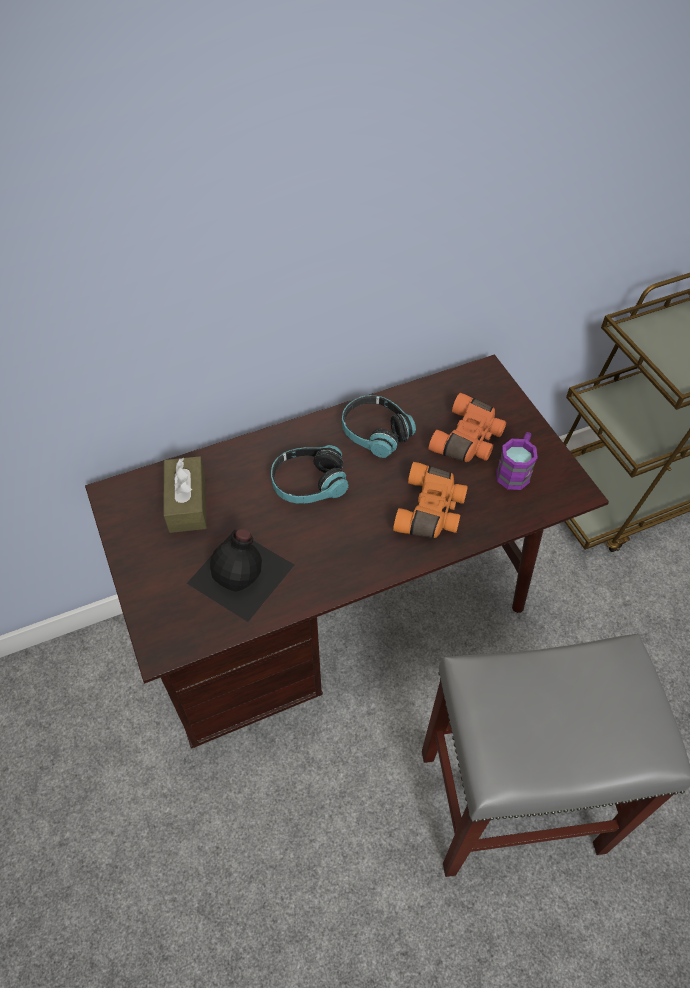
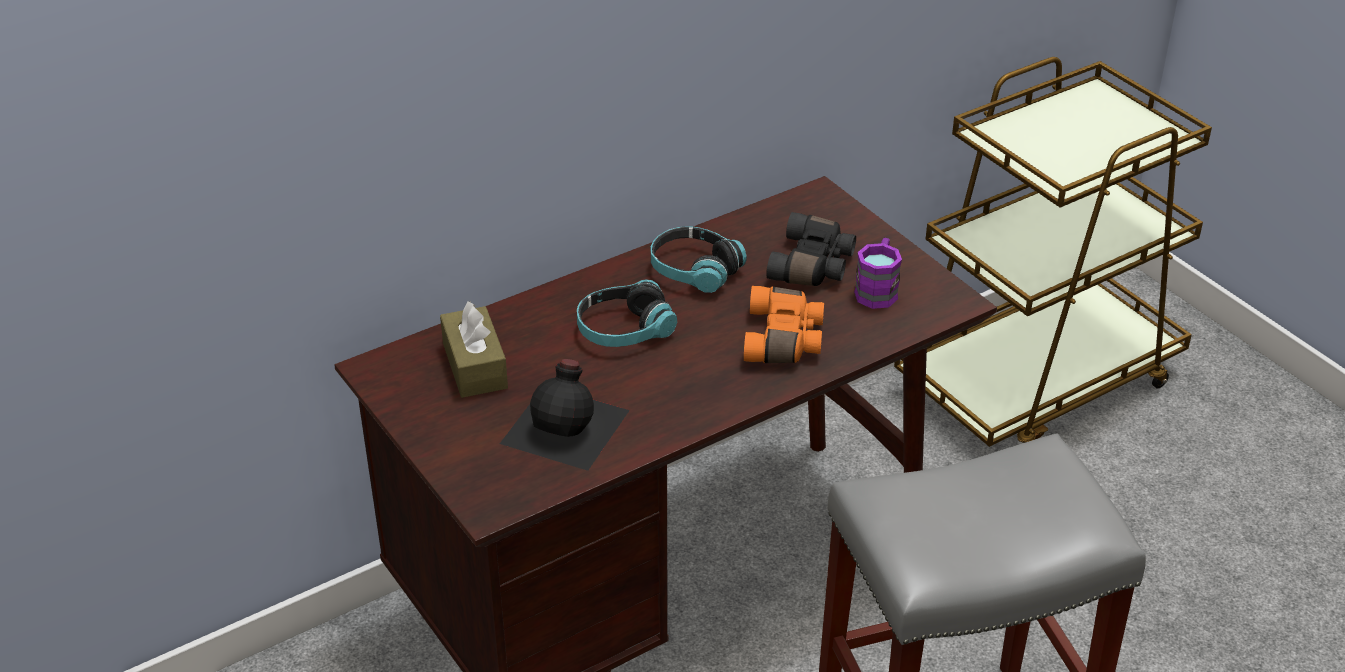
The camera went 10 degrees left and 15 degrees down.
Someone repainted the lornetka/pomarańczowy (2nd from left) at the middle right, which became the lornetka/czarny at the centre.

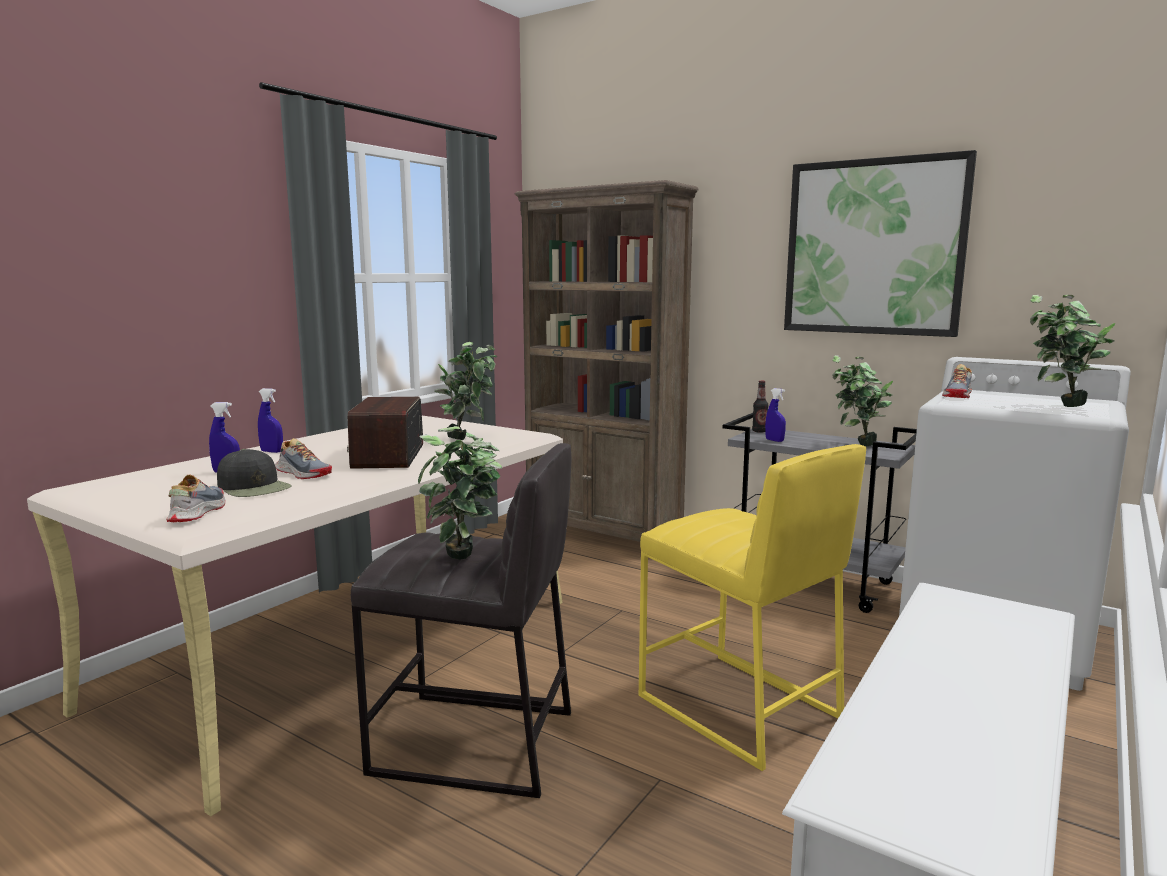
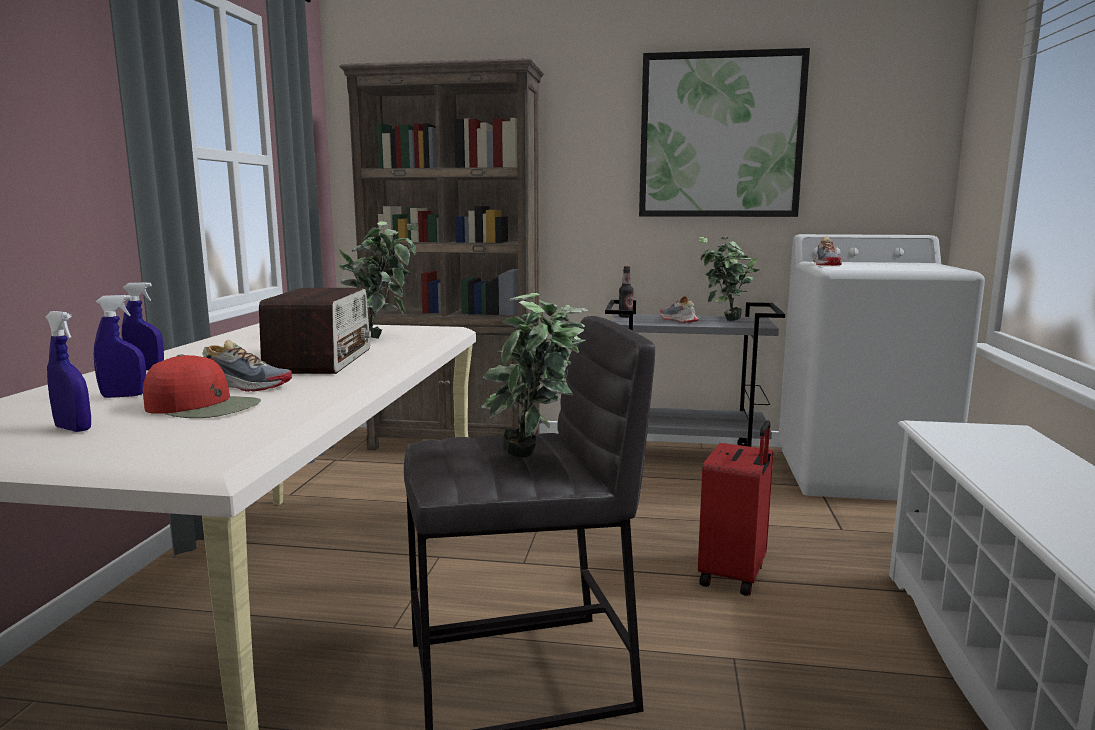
The camera went 25 degrees left and 0 degrees up.
Someone took away the roślina doniczkowa (4th from left) at the middle right.
Someone carried the but (1st from left in the first image) from the middle left to the centre.
Someone carried the spryskiwacz/niebieski (3rd from left in the first image) from the centre to the middle left.
Someone swapped the stołek/żółty at the bottom centre for the walizka/czerwony at the bottom right.
Someone repainted the czapka z daszkiem/czarny at the middle left, which became the czapka z daszkiem/czerwony at the middle left.
Someone rotated the radio at the middle left by 150 degrees counterclockwise.

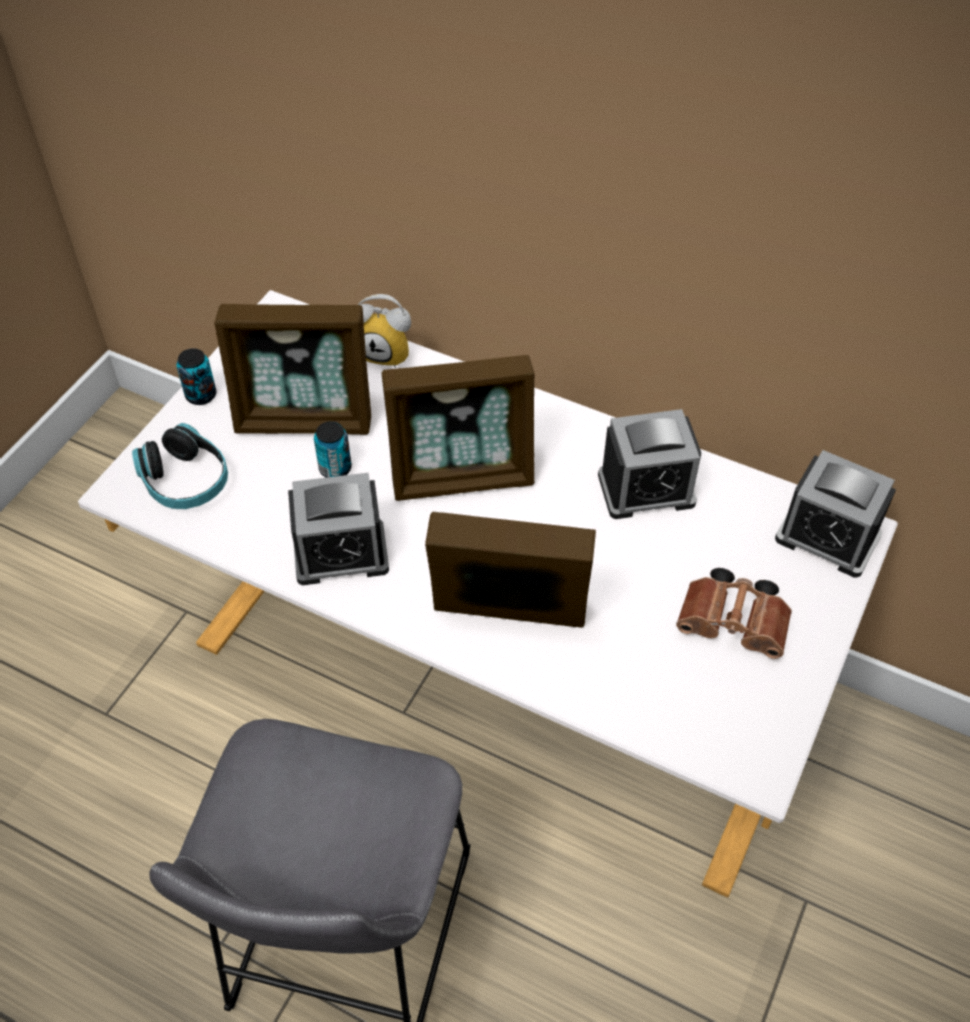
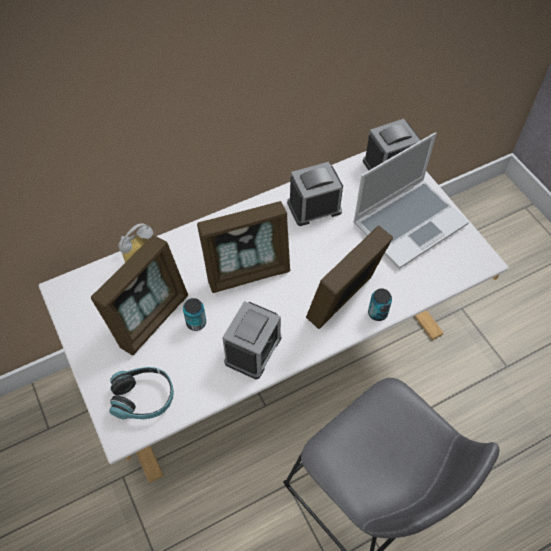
The camera went 55 degrees left and 5 degrees up.
Someone carried the puszka (1st from left in the first image) from the middle left to the middle right.
Someone swapped the lornetka/brązowy at the middle right for the laptop at the middle right.
Someone rotated the ramka na zdjęcie (2nd from left) at the centre by 45 degrees clockwise.
Someone rotated the budzik (3rd from left) at the middle right by 135 degrees counterclockwise.

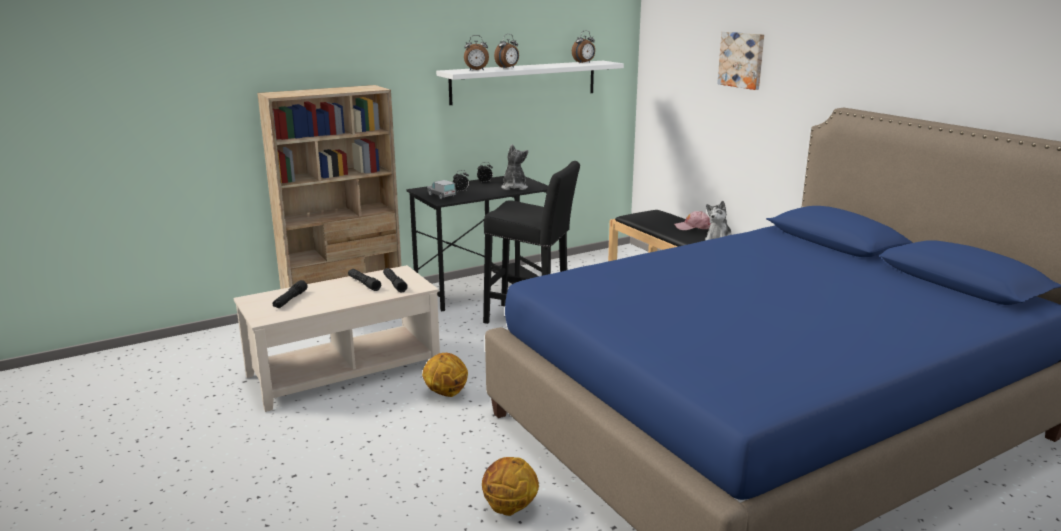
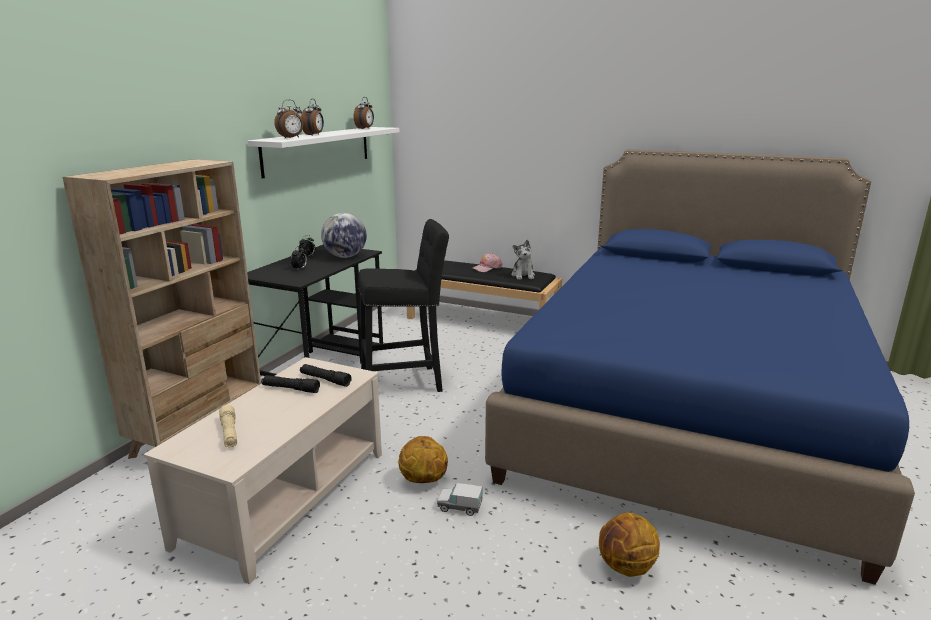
The camera went 35 degrees left and 0 degrees up.
Someone took away the obraz at the top right.
Someone carried the ciężarówka zabawkowa from the centre to the bottom centre.
Someone swapped the pluszak (1st from left) at the top centre for the globus at the centre.
Someone repainted the latarka/czarny (1st from left) at the middle left, which became the latarka/beżowy at the bottom left.

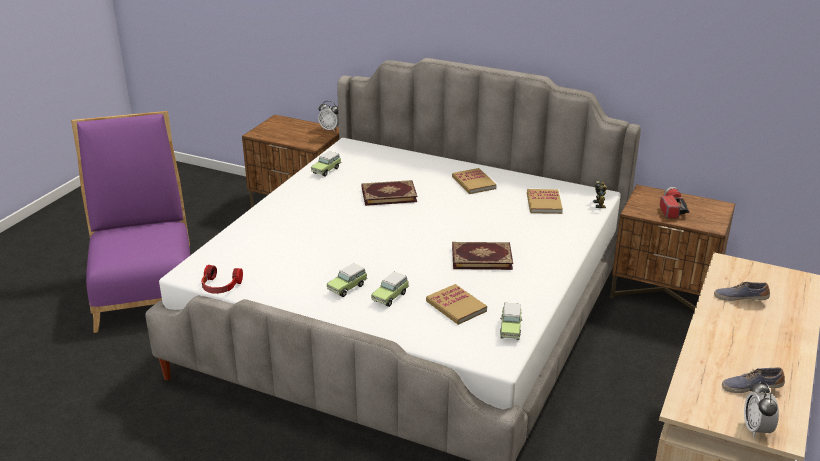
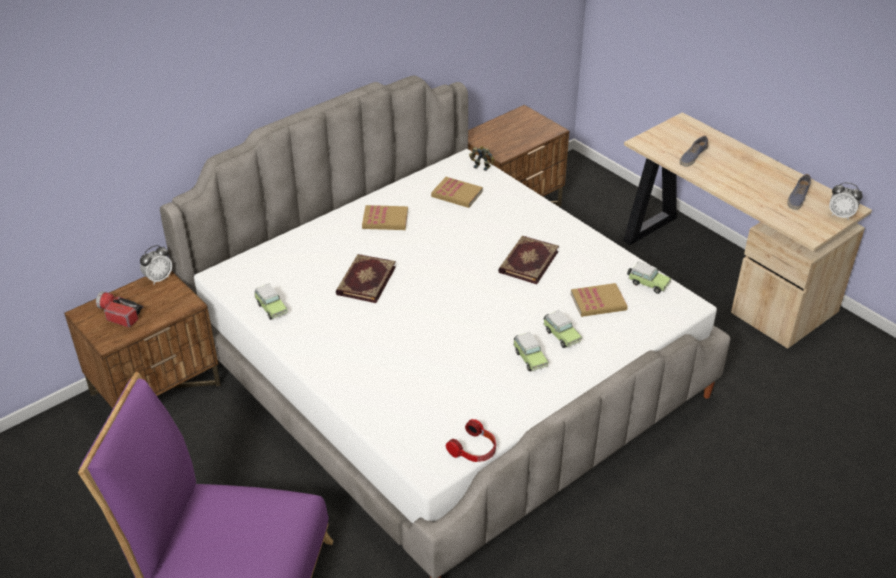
The camera went 65 degrees left and 10 degrees up.
Someone carried the latarka from the middle right to the middle left.

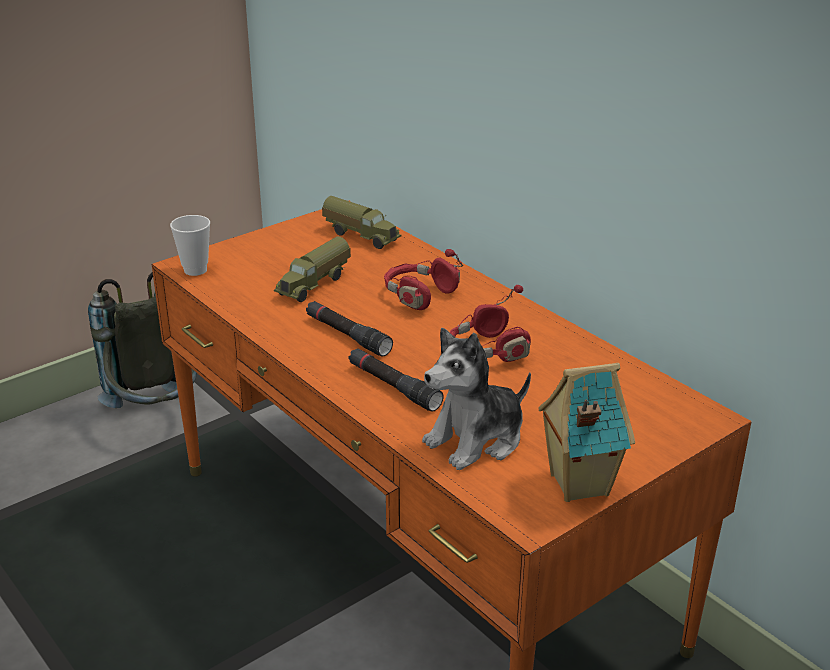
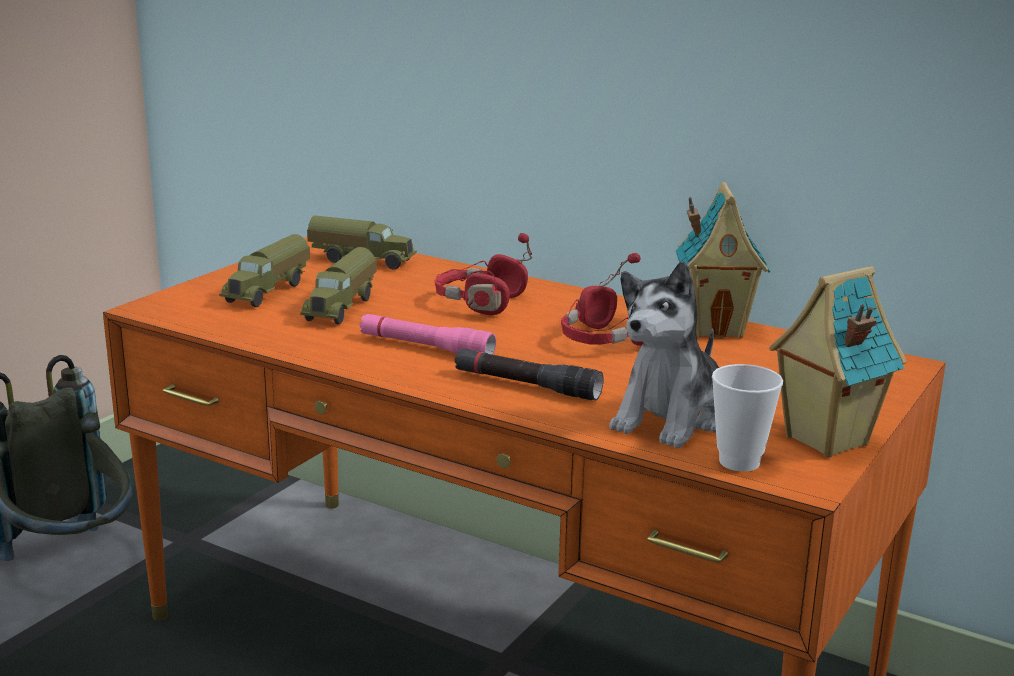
The camera went 20 degrees left and 10 degrees down.
Someone put down the ciężarówka zabawkowa (1st from left) at the middle left.
Someone put down the domek (1st from left) at the middle right.
Someone carried the filiżanka from the middle left to the middle right.
Someone repainted the latarka/czarny (1st from left) at the centre, which became the latarka/różowy at the centre.

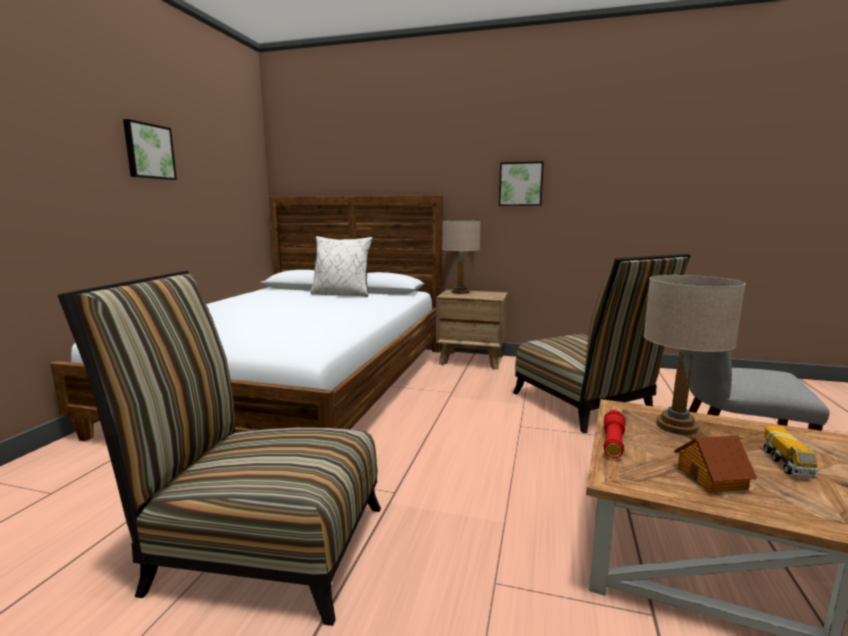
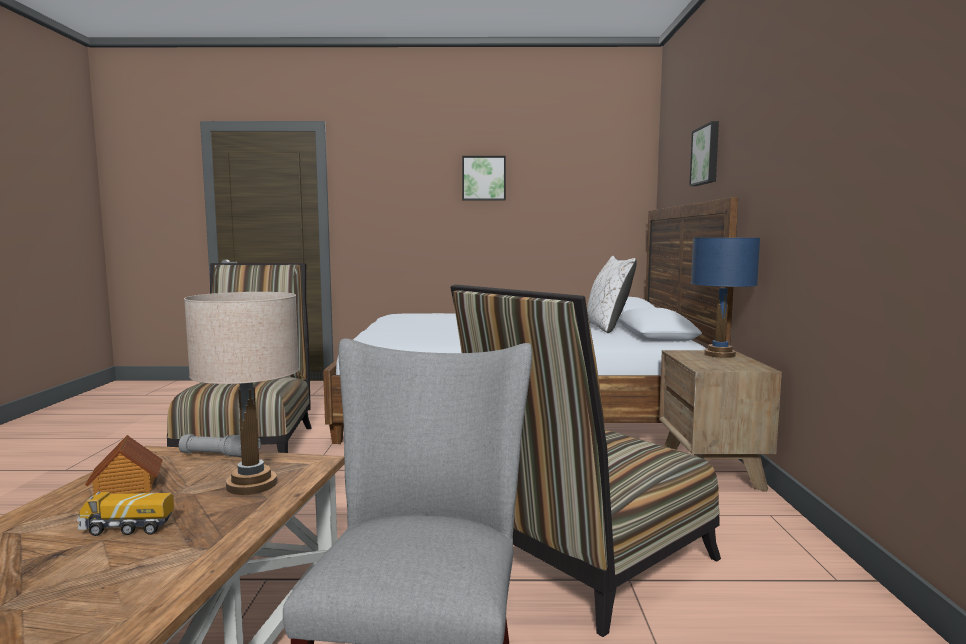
The camera went 75 degrees right and 5 degrees down.
Someone carried the obraz (2nd from left) from the top centre to the top right.
Someone repainted the lampa stołowa/beżowy (1st from left) at the centre, which became the lampa stołowa/niebieski at the middle right.
Someone repainted the latarka/czerwony at the bottom right, which became the latarka/szary at the bottom left.

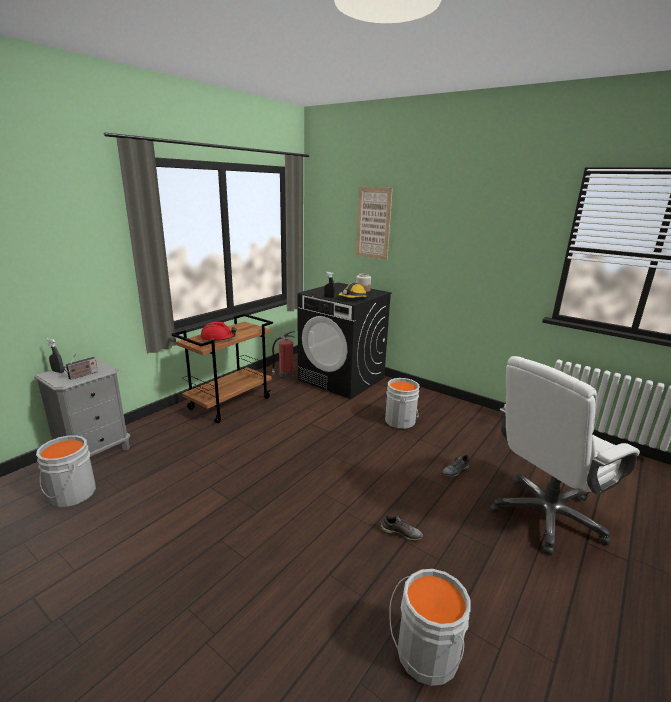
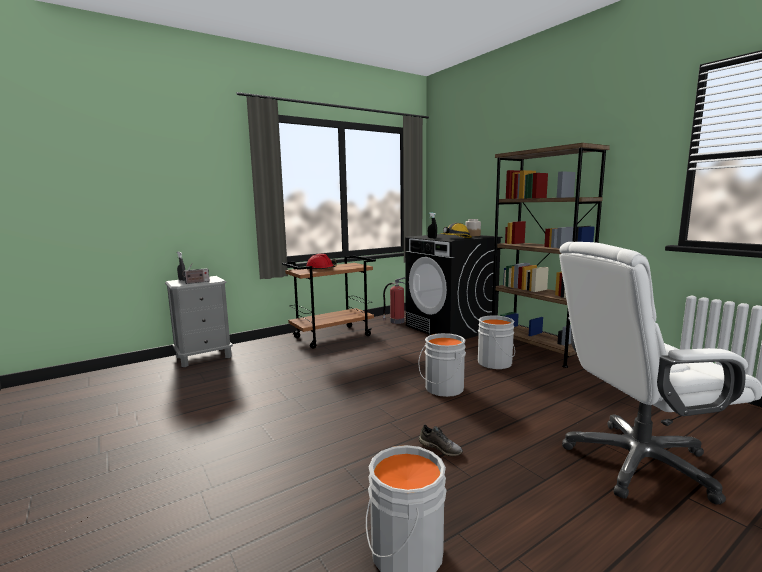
The camera went 20 degrees right and 10 degrees down.
Someone took away the obraz at the top centre.
Someone took away the but/szary (2nd from left) at the middle right.
Someone put down the regał/brązowy at the middle right.
Someone carried the wiadro/szary (1st from left in the first image) from the bottom left to the centre.

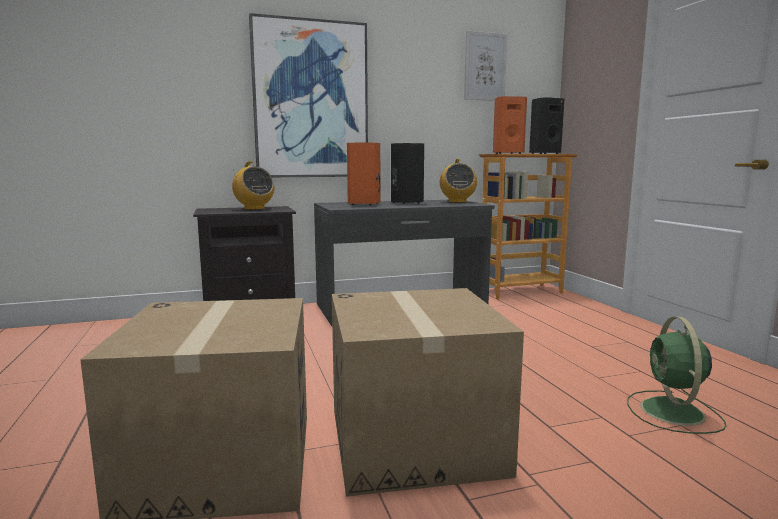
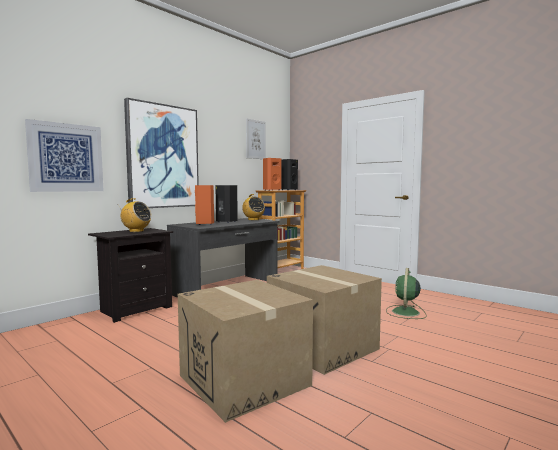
The camera went 30 degrees left and 5 degrees down.
Someone put up the obraz (1st from left) at the middle left.
Someone rotated the wentylator/zielony at the bottom right by 45 degrees clockwise.

